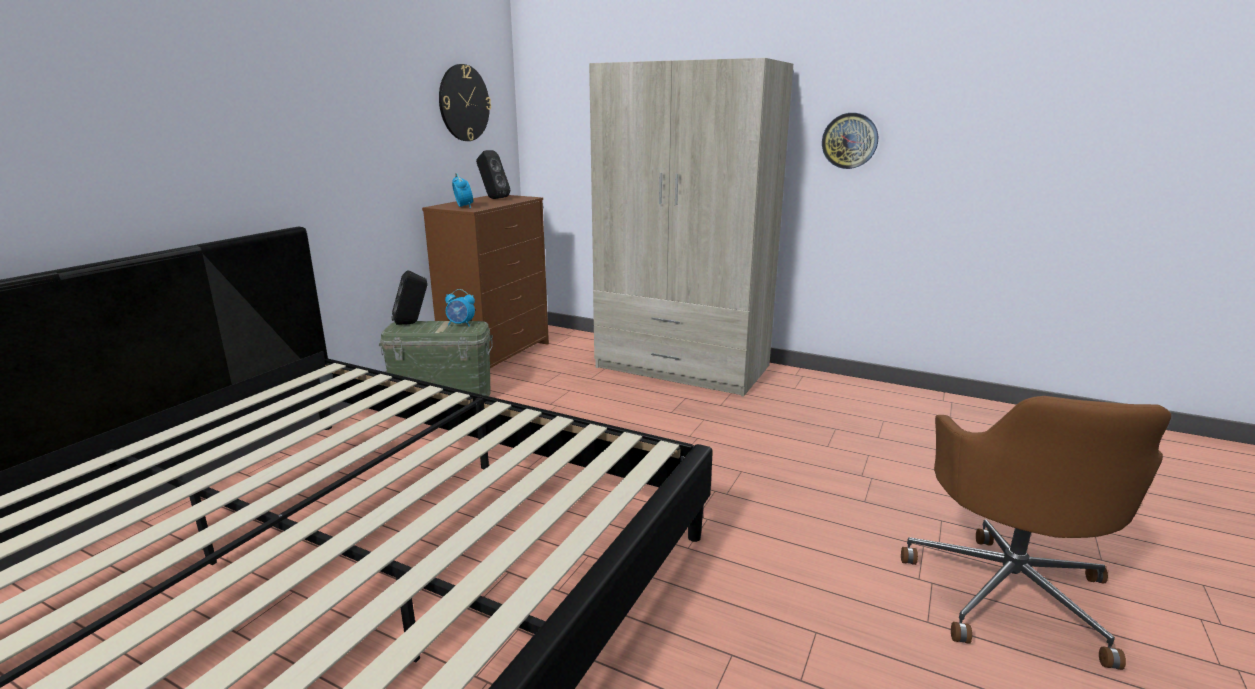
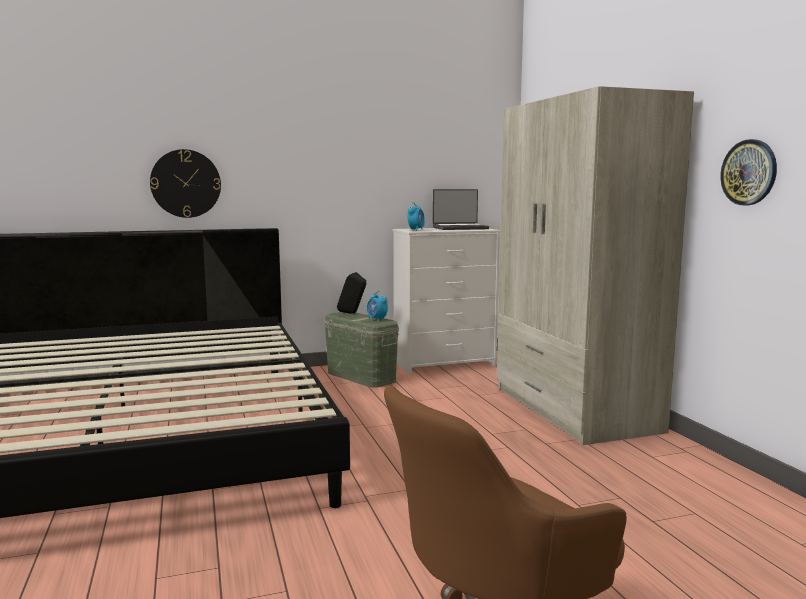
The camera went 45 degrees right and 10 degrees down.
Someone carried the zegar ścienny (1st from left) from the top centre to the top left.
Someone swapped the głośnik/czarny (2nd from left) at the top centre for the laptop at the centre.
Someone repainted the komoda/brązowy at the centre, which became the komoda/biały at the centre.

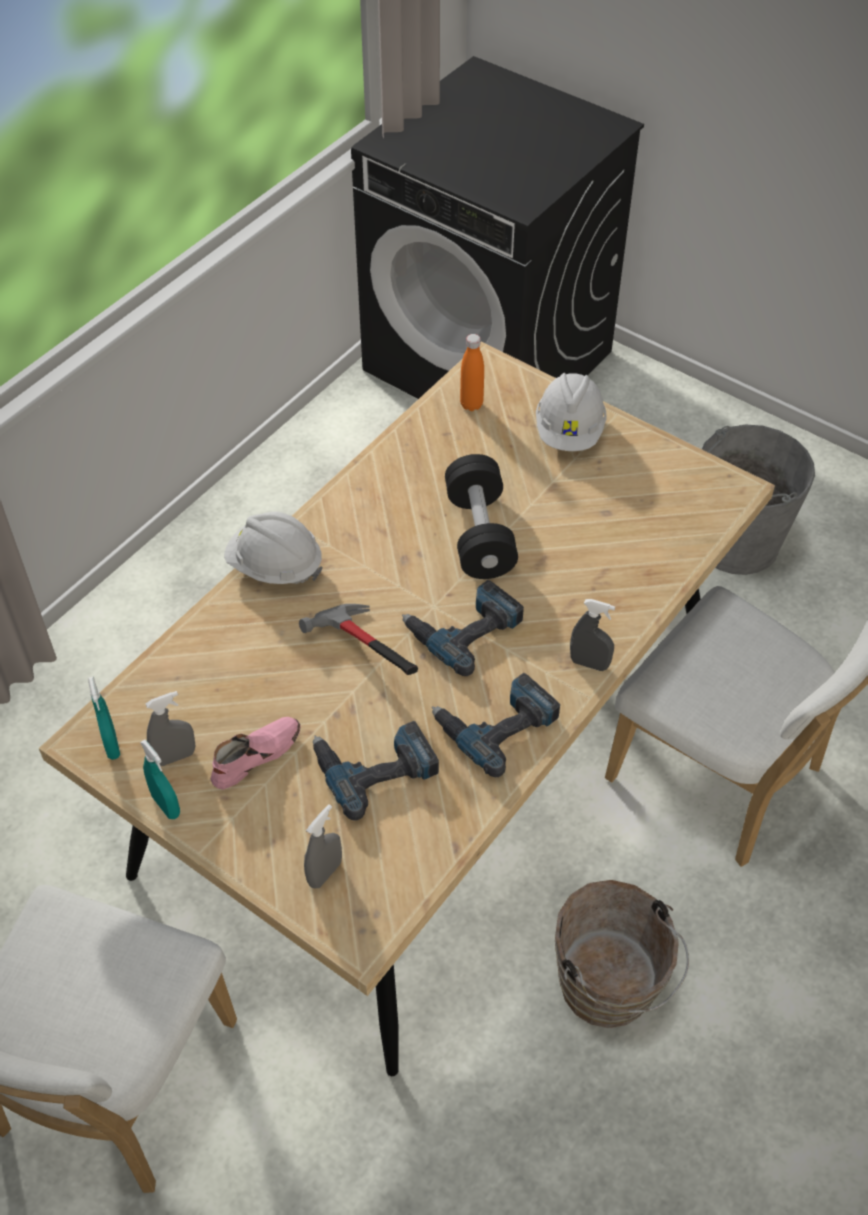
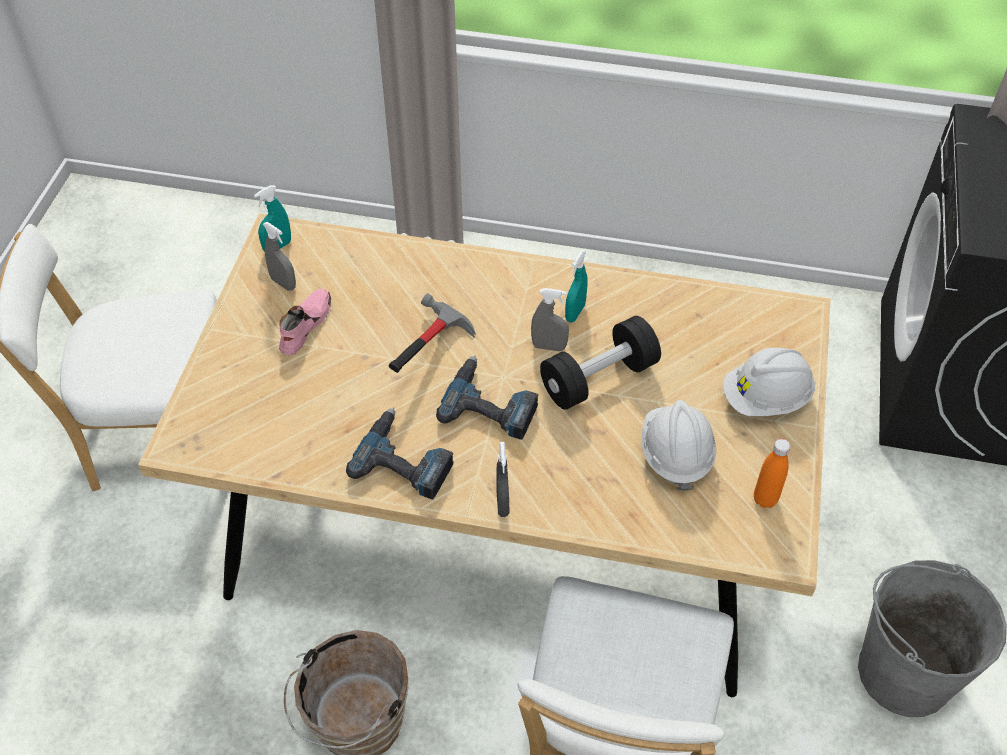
The camera went 65 degrees right and 0 degrees up.
Someone took away the wiertarka (1st from left) at the centre.
Someone carried the spryskiwacz/turkusowy (2nd from left) from the middle left to the centre.
Someone carried the kask/biały (1st from left) from the middle left to the middle right.
Someone carried the spryskiwacz/szary (2nd from left in the first image) from the bottom centre to the centre.
Someone carried the butelka/pomarańczowy from the top centre to the middle right.
Someone rotated the but/różowy at the middle left by 90 degrees counterclockwise.

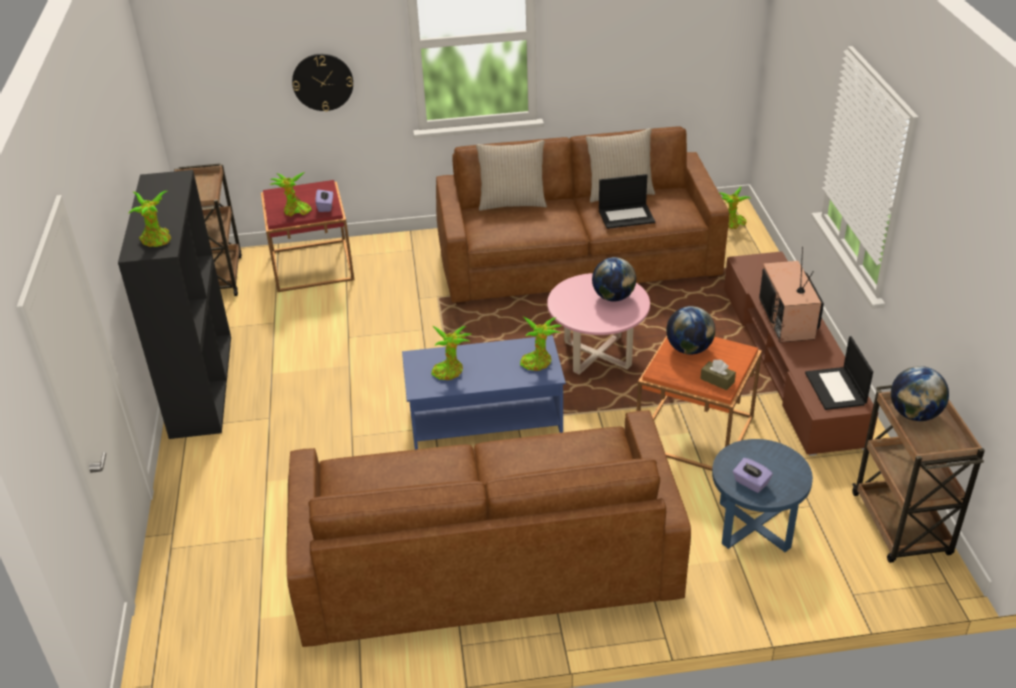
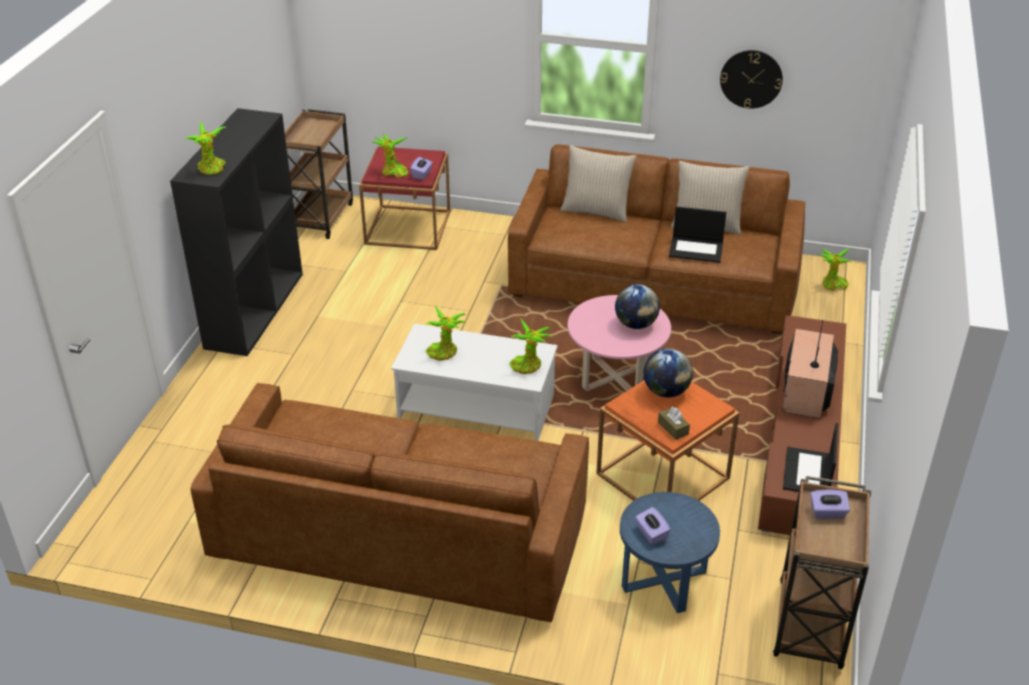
The camera went 20 degrees right and 0 degrees up.
Someone carried the zegar ścienny from the top left to the top right.
Someone swapped the globus (3rd from left) at the middle right for the pudełko chusteczek/fioletowy (3rd from left) at the bottom right.
Someone repainted the ława/niebieski at the centre, which became the ława/biały at the centre.

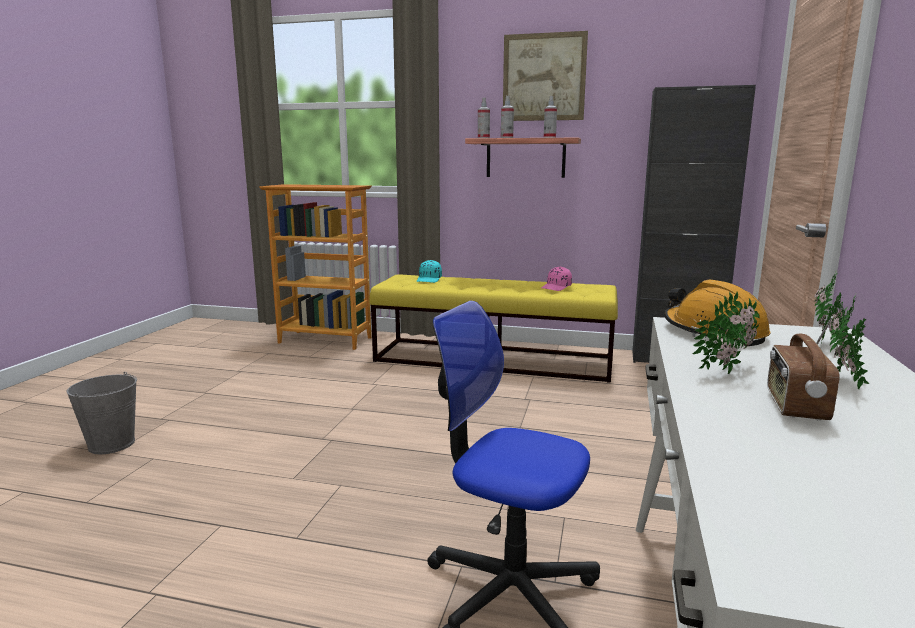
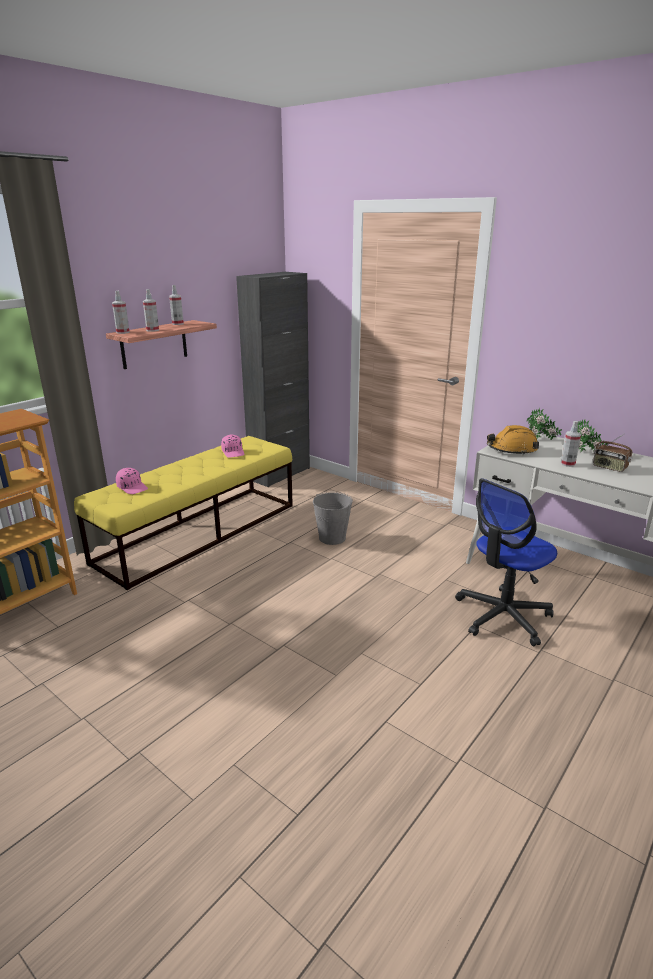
The camera went 65 degrees left and 10 degrees up.
Someone took away the obraz at the top centre.
Someone carried the wiadro/szary from the middle left to the centre.
Someone swapped the roślina doniczkowa (1st from left) at the middle right for the spryskiwacz (4th from left) at the middle right.
Someone repainted the czapka z daszkiem/turkusowy at the centre, which became the czapka z daszkiem/różowy (1st from left) at the middle left.

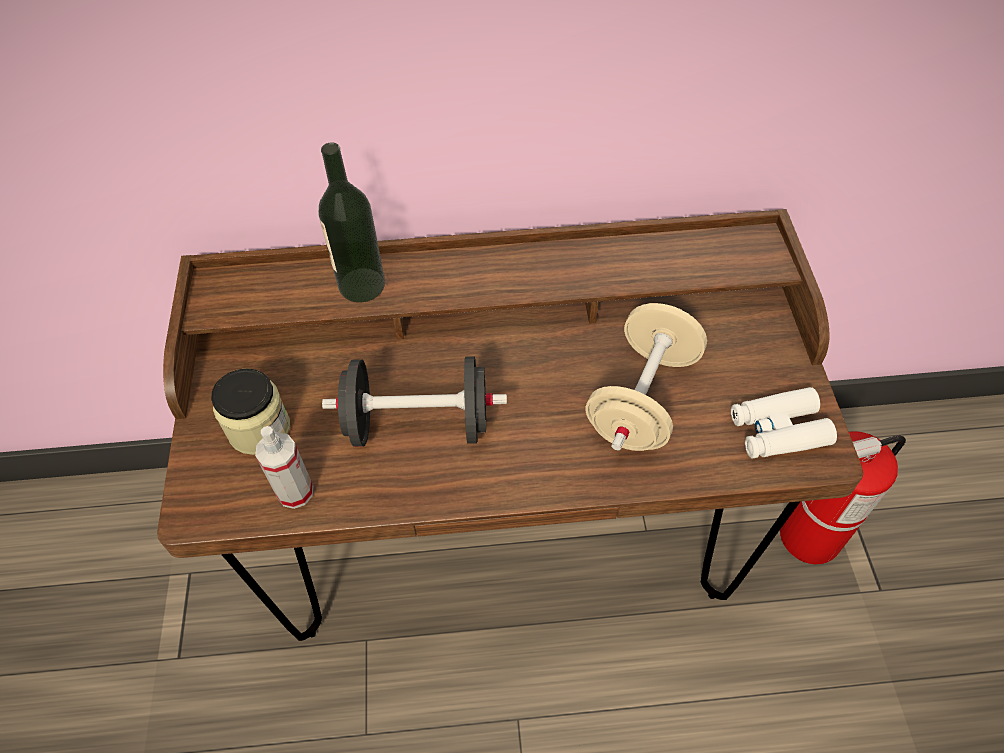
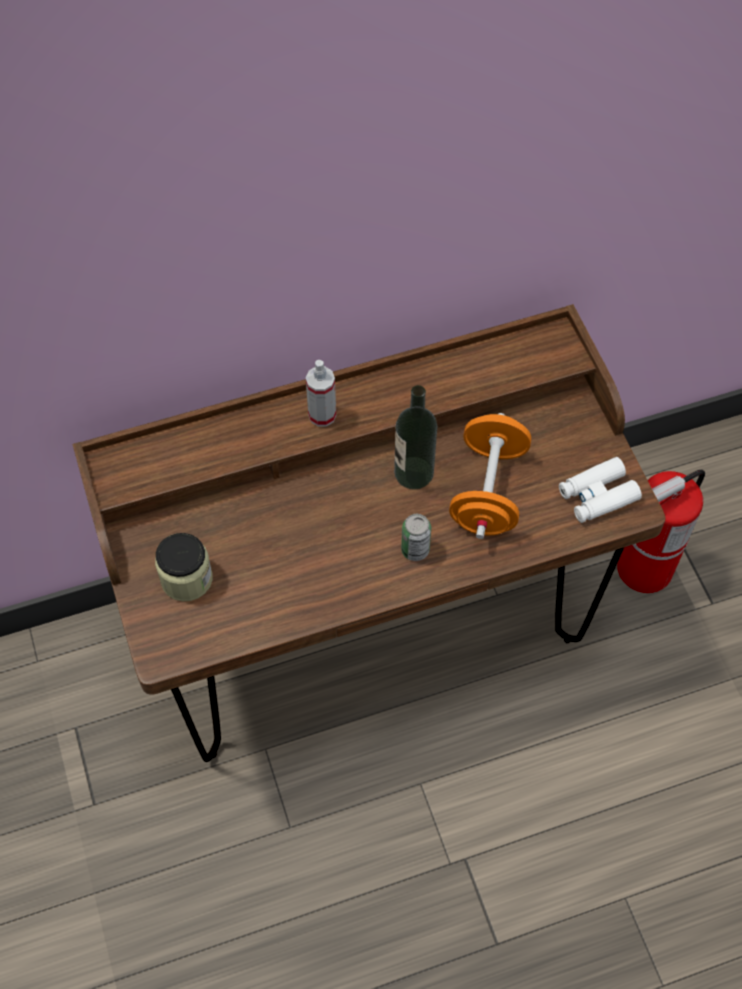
The camera went 15 degrees left and 5 degrees up.
Someone took away the hantel/czarny at the centre.
Someone put down the puszka at the centre.
Someone carried the spryskiwacz from the middle left to the centre.
Someone carried the butelka from the top centre to the centre.
Someone repainted the hantel/beżowy at the centre, which became the hantel/pomarańczowy at the centre.

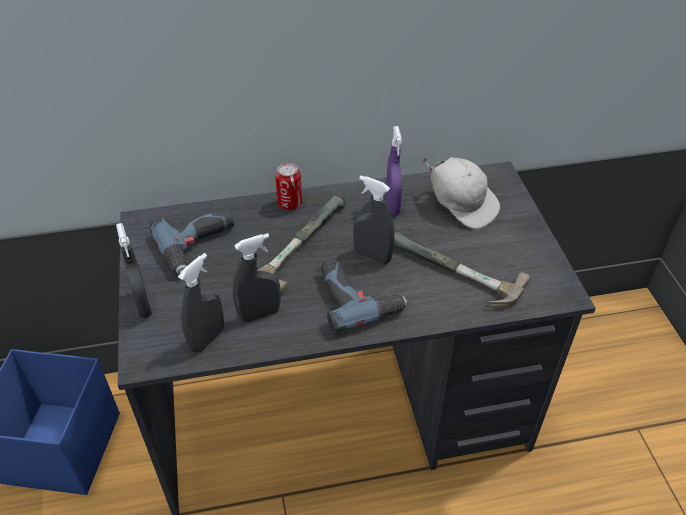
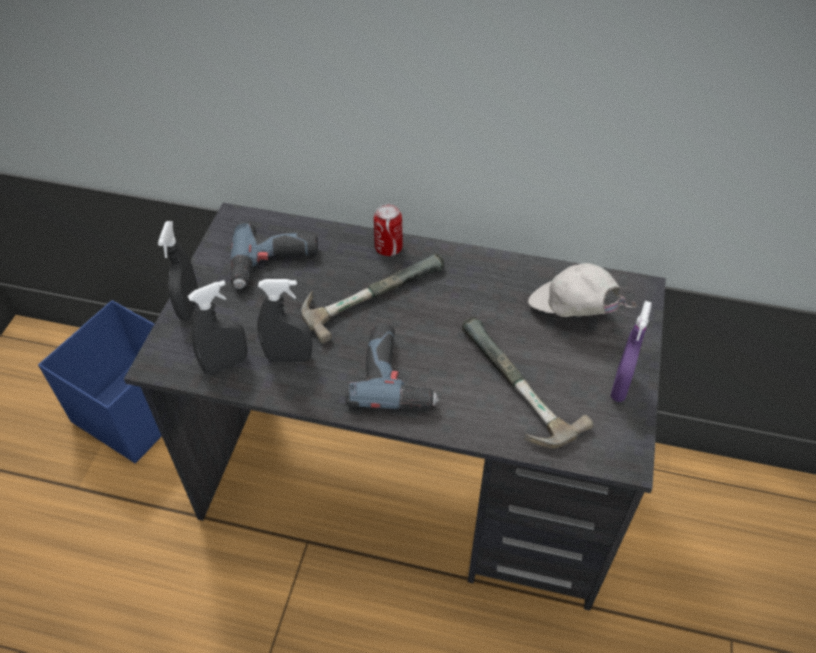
The camera went 25 degrees right and 5 degrees up.
Someone took away the spryskiwacz/szary (4th from left) at the centre.
Someone carried the spryskiwacz/fioletowy from the top centre to the middle right.
Someone rotated the czapka z daszkiem/biały at the middle right by 150 degrees clockwise.

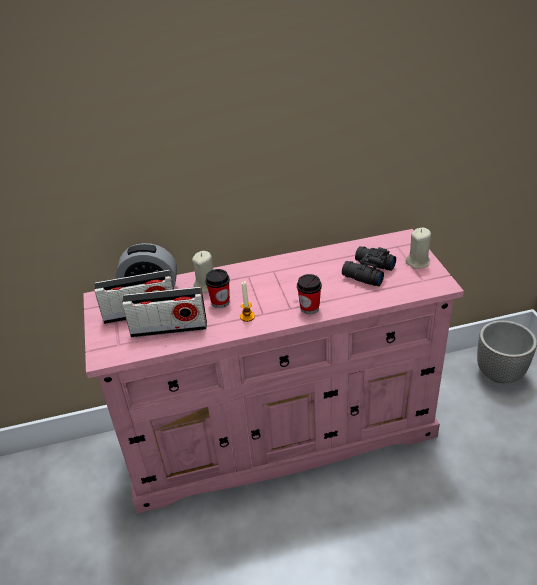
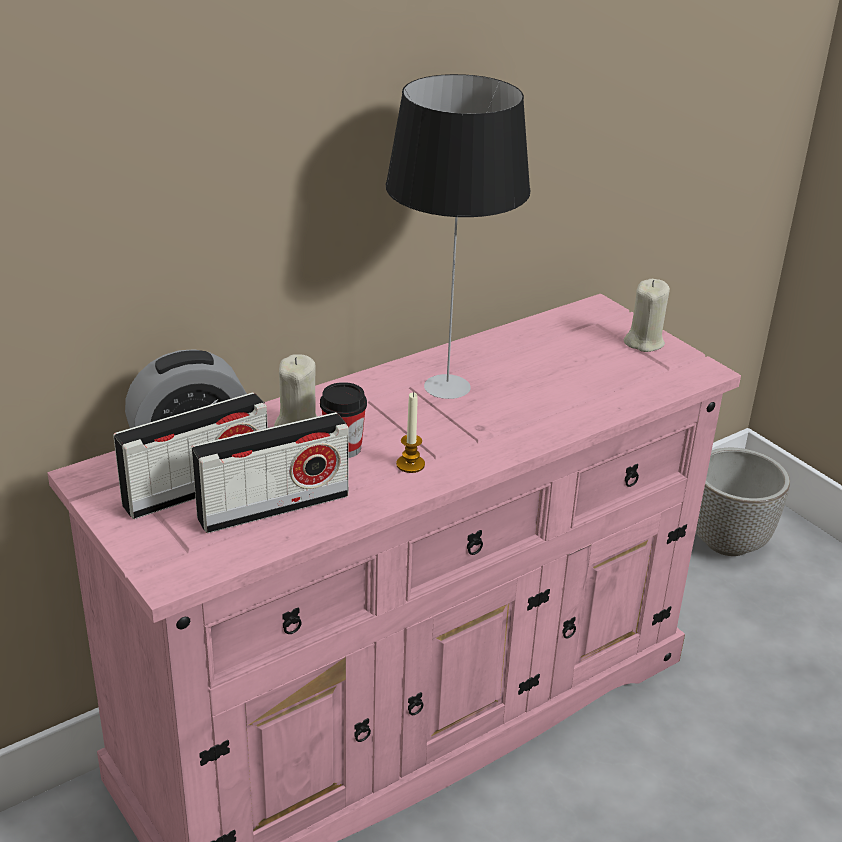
The camera went 25 degrees left and 5 degrees down.
Someone took away the filiżanka (2nd from left) at the centre.
Someone took away the lornetka/czarny at the middle right.
Someone put down the lampa stołowa at the top centre.

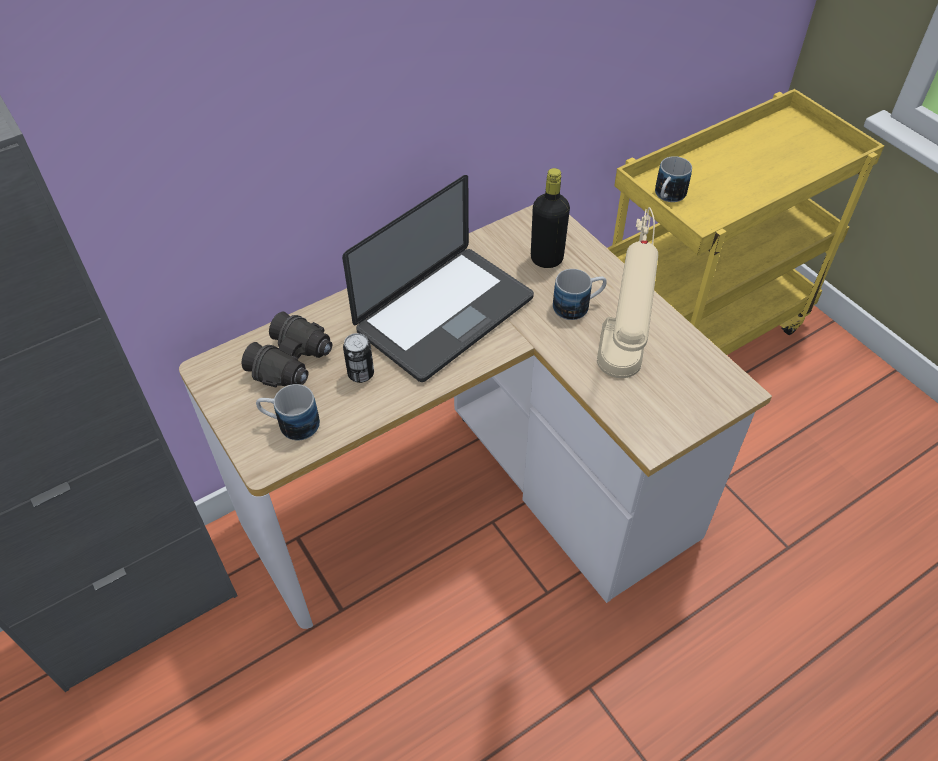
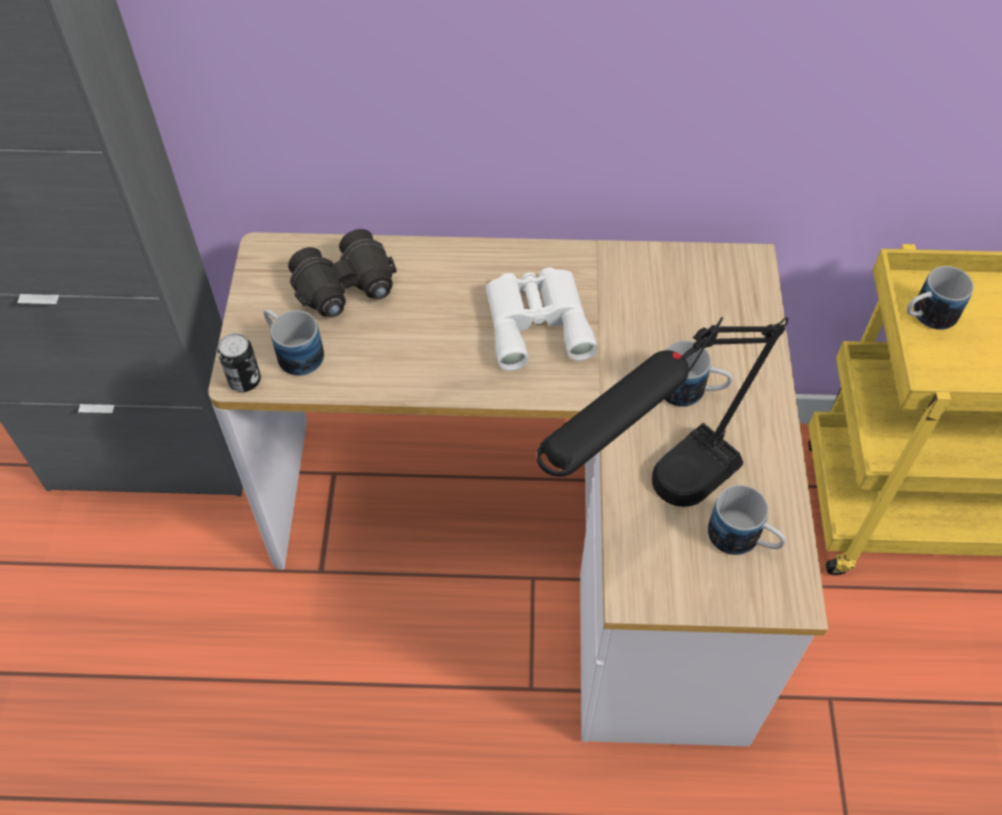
The camera went 35 degrees right and 5 degrees up.
Someone took away the butelka/czarny at the top centre.
Someone put down the kubek (3rd from left) at the middle right.
Someone carried the puszka from the centre to the middle left.
Someone swapped the laptop at the centre for the lornetka/biały at the centre.
Someone repainted the lampa stołowa/beżowy at the middle right, which became the lampa stołowa/czarny at the centre.

